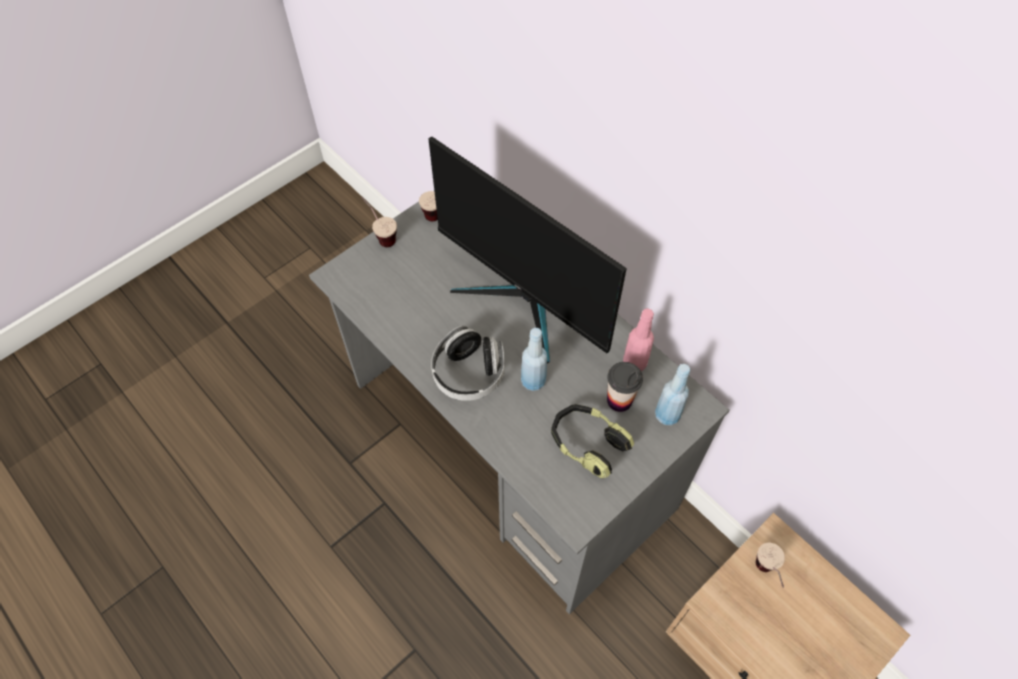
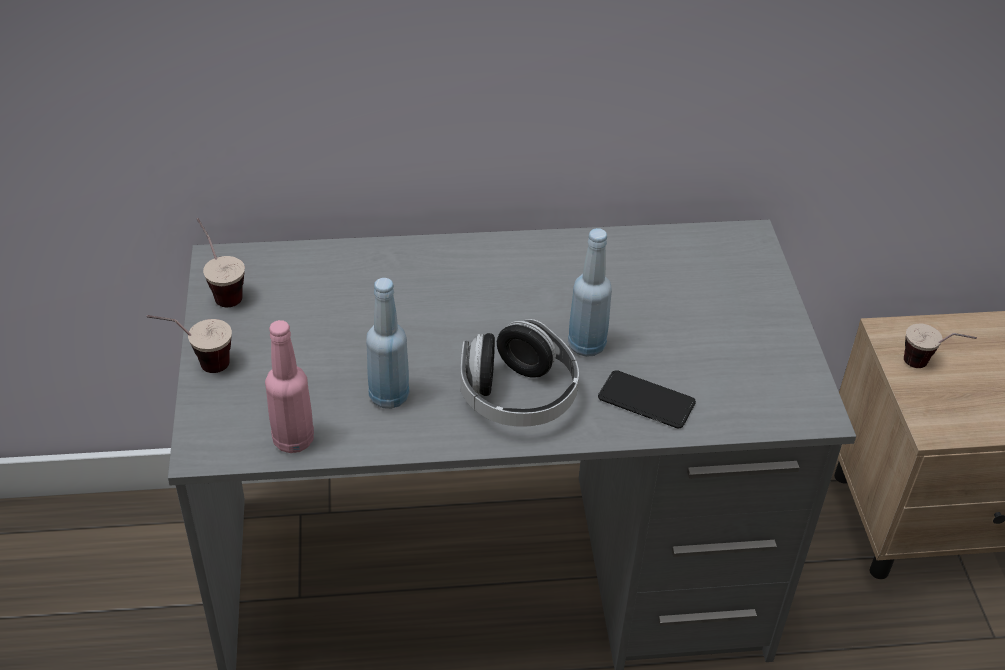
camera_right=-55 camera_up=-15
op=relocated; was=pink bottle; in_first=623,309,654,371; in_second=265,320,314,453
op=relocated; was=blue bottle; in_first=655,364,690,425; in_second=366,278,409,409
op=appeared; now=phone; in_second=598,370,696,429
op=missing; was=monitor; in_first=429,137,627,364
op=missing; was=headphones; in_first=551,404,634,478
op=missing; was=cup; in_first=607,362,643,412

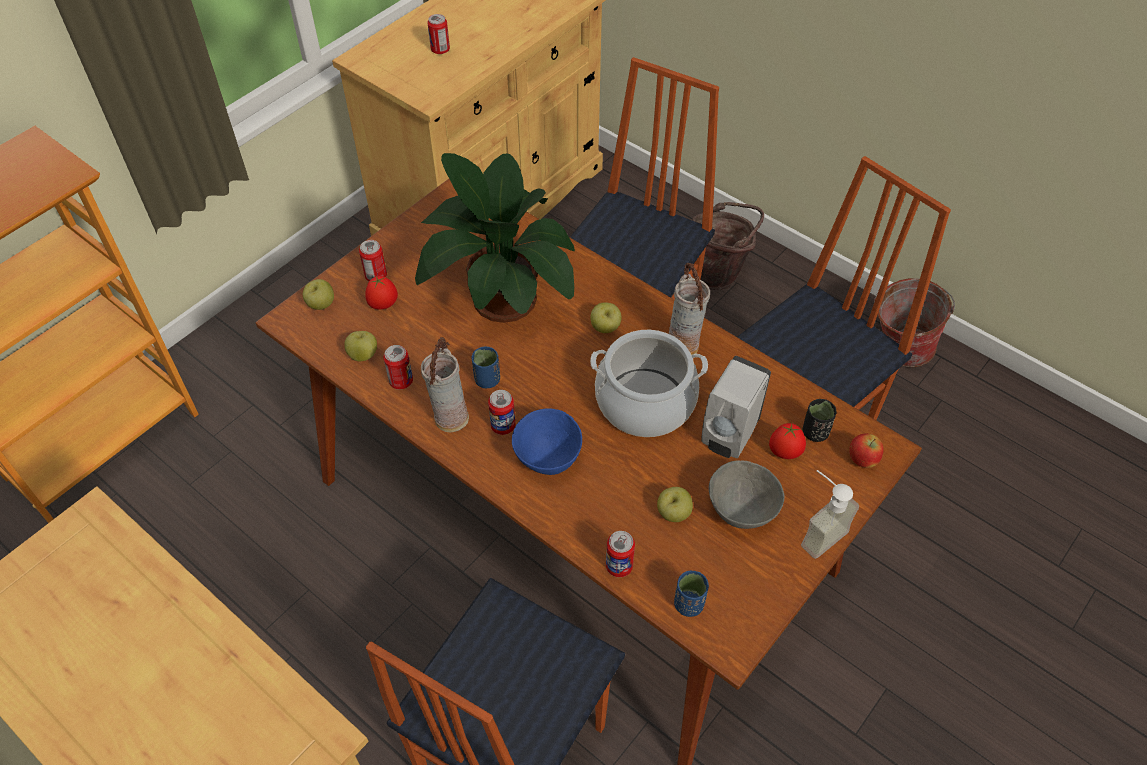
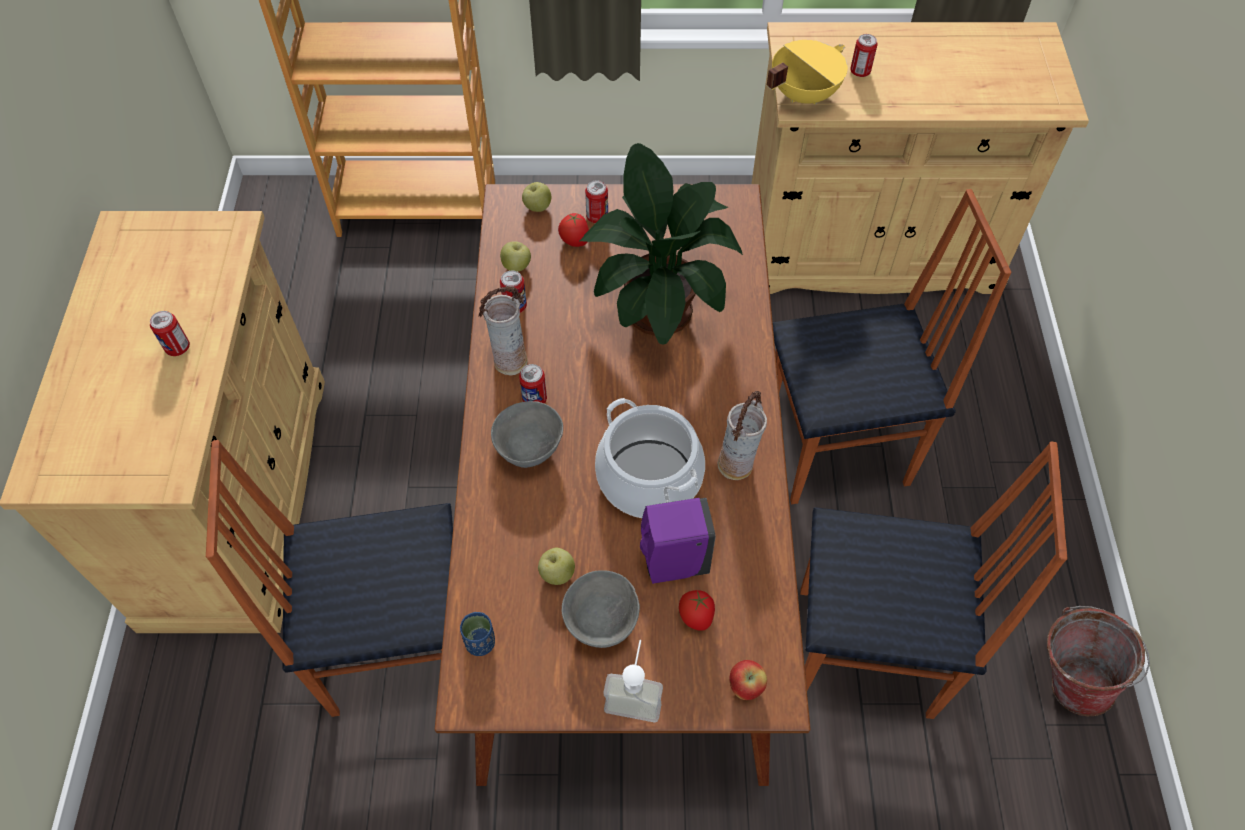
camera_right=50 camera_up=5
op=relocated; was=can; in_first=606,531,635,577; in_second=150,311,190,356
op=colour; was=blue bowl; now=grey bowl; in_first=512,408,582,475; in_second=491,401,563,468
op=colour; was=white soap dispenser; now=purple soap dispenser; in_first=701,356,771,458; in_second=640,498,716,584
op=appeared; now=yellow cooking pot; in_second=767,40,848,105
op=missing; was=blue cup; in_first=472,347,500,388
op=missing; was=apple; in_first=590,302,621,333
op=missing; was=brown bucket; in_first=692,202,764,290
op=missing; was=black cup; in_first=803,399,837,442

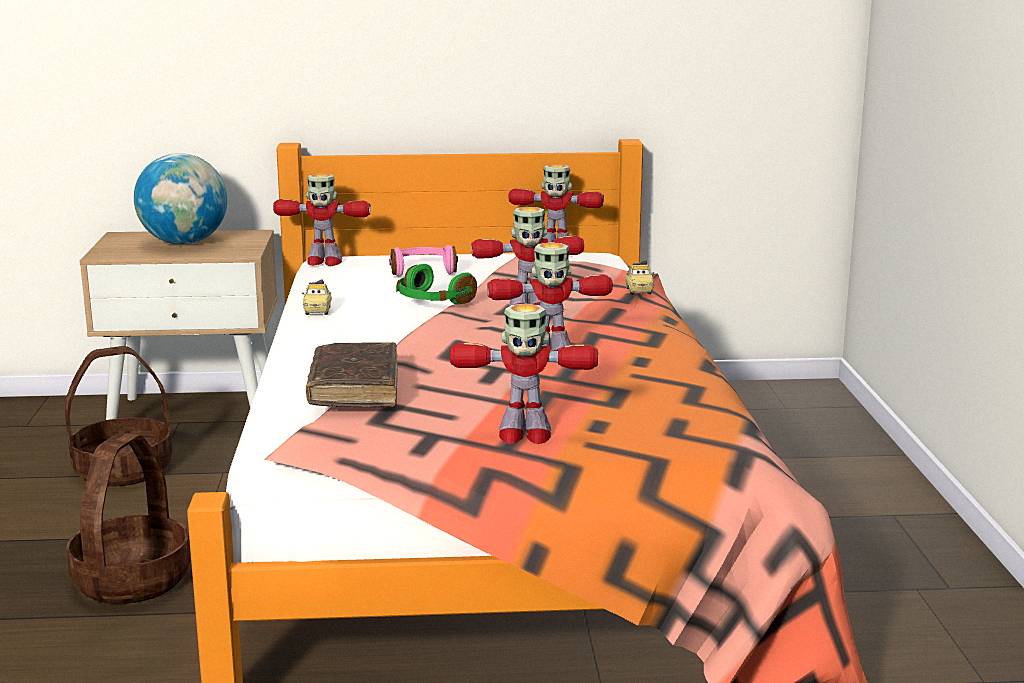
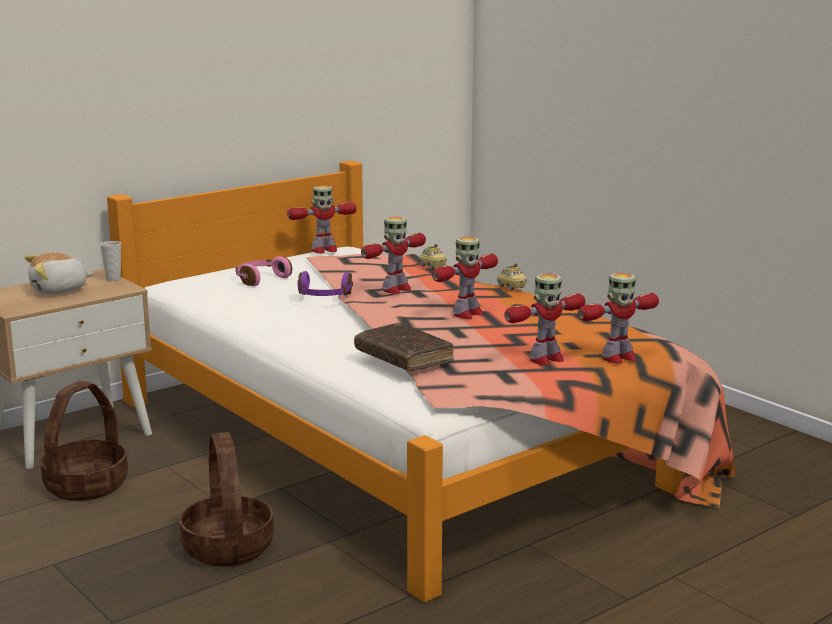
camera_right=-35 camera_up=0
op=exchanged; was=globe; now=plush toy; in_first=134,153,227,245; in_second=25,253,94,294
op=appeared; now=cup; in_second=100,241,121,281
op=colour; was=green headphones; now=purple headphones; in_first=396,264,477,304; in_second=297,271,353,296
op=relocated; was=toy car; in_first=302,279,332,315; in_second=497,264,527,290
op=relocated; was=toy robot; in_first=273,173,371,266; in_second=578,273,659,364

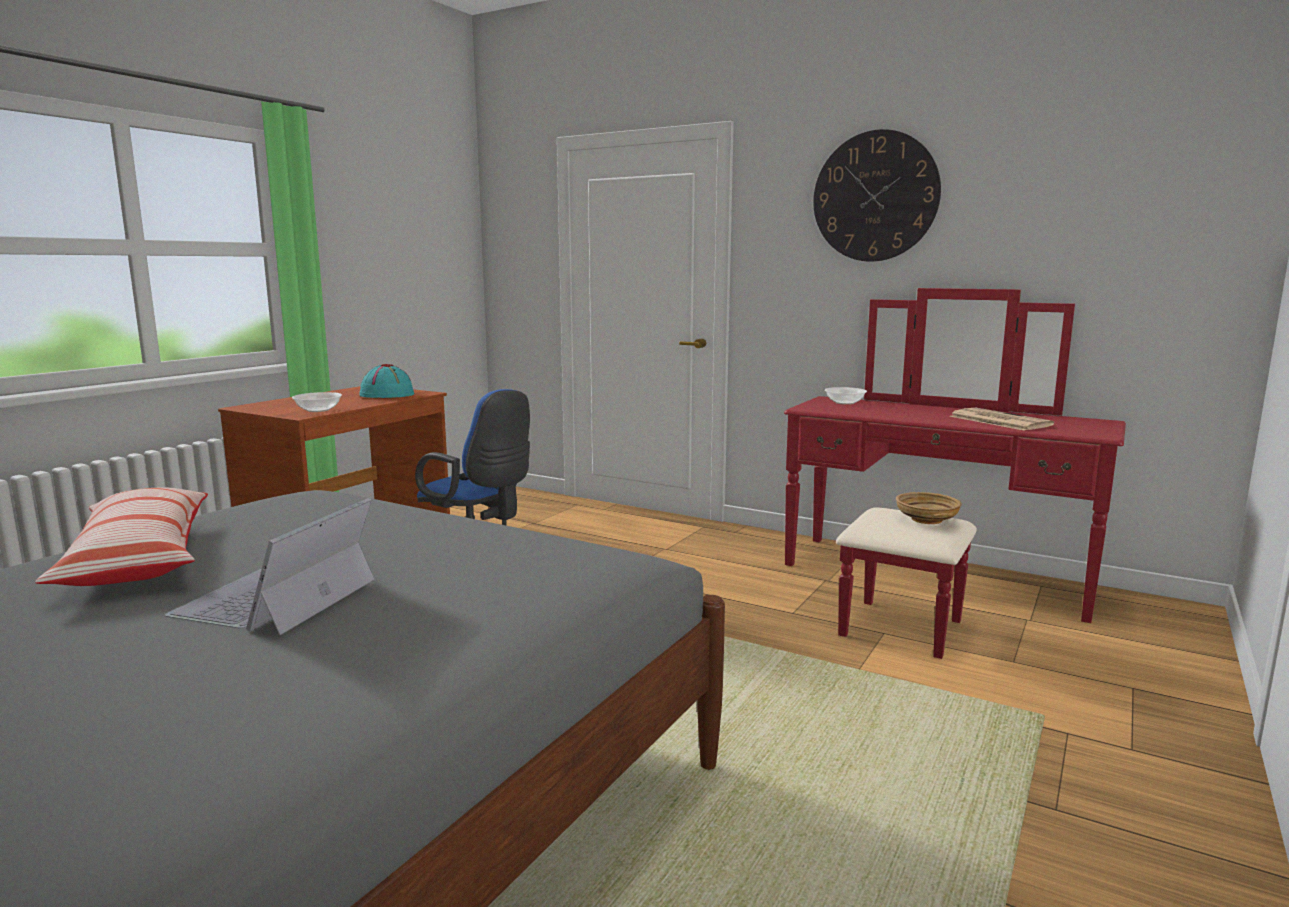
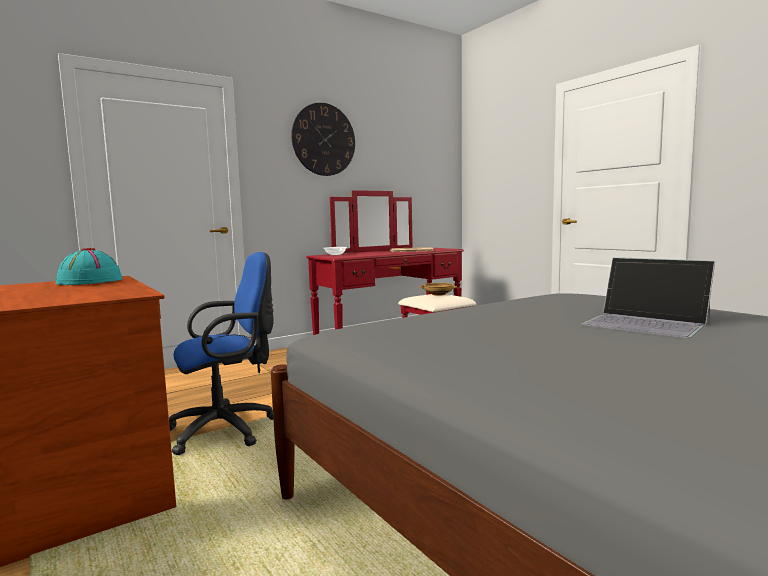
camera_right=-65 camera_up=-5
op=missing; was=pillow; in_first=35,488,208,586
op=missing; was=bowl; in_first=292,392,342,412

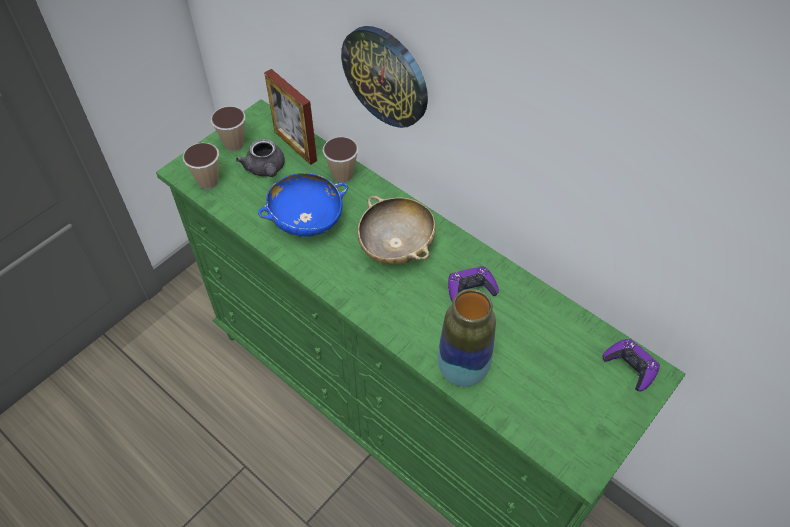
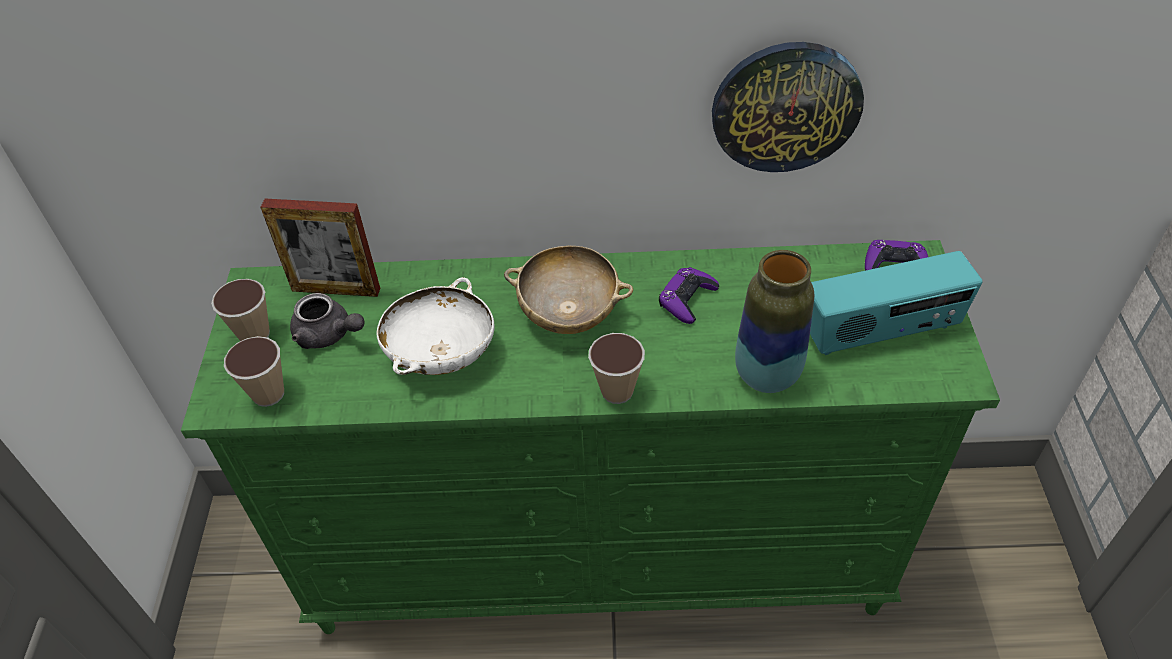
camera_right=-40 camera_up=-5
op=colour; was=blue bowl; now=white bowl; in_first=258,173,348,237; in_second=377,277,495,375
op=relocated; was=cup; in_first=323,137,358,183; in_second=588,333,645,404
op=relocated; was=wall clock; in_first=341,26,428,128; in_second=712,42,864,172
op=appeared; now=radio; in_second=810,251,983,355

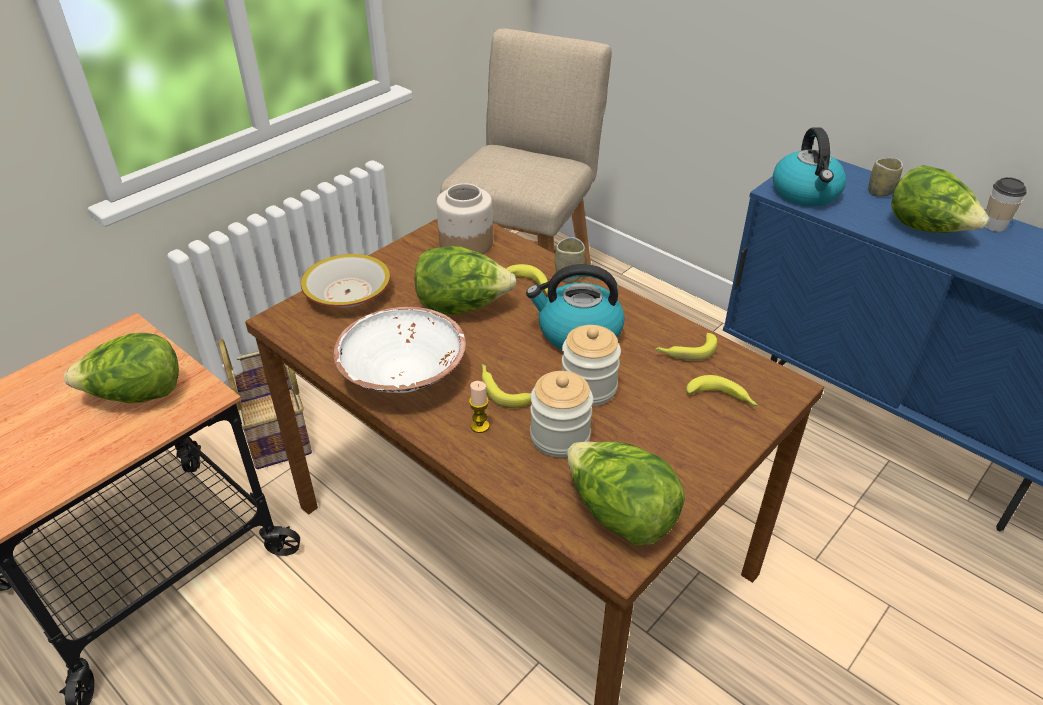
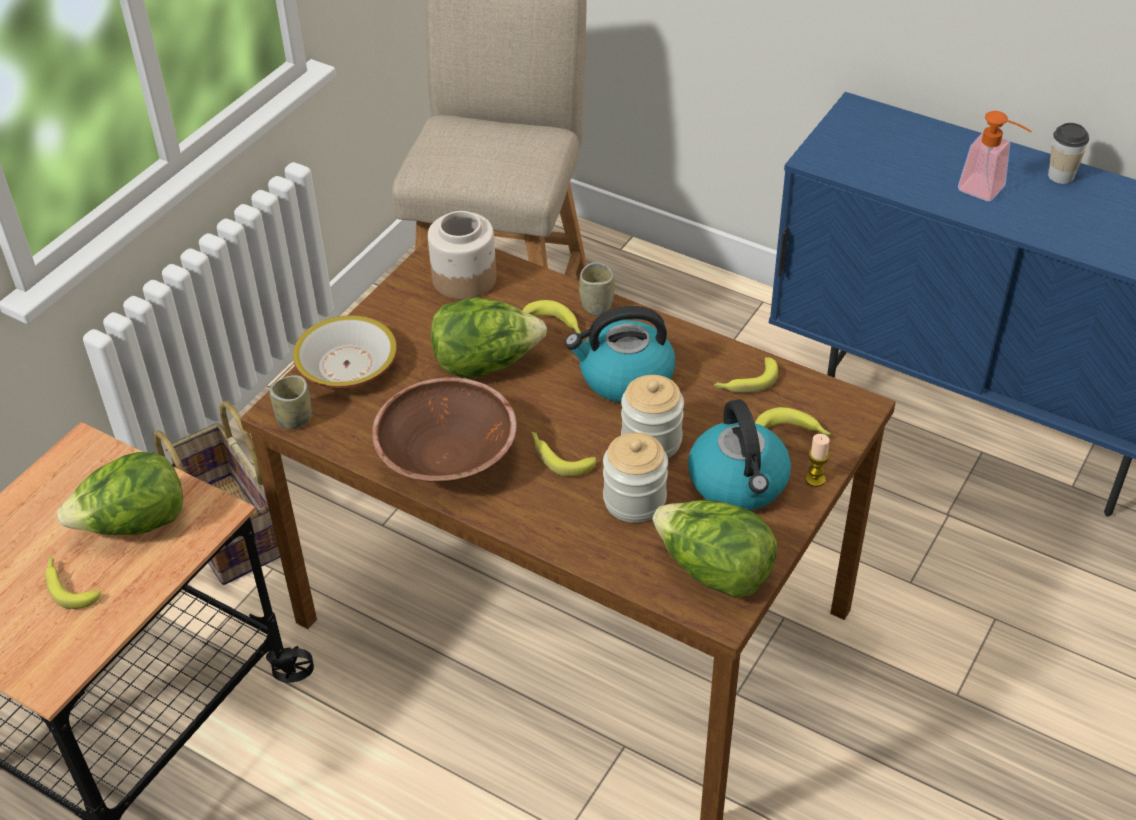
camera_right=-10 camera_up=5
op=appeared; now=banana; in_second=45,556,101,609
op=relocated; was=cup; in_first=868,158,903,197; in_second=270,375,312,430
op=colour; was=white bowl; now=brown bowl; in_first=333,307,466,393; in_second=372,378,517,482
op=relocated; was=kettle; in_first=773,127,847,207; in_second=688,399,791,511
op=relocated; was=candle; in_first=469,381,490,433; in_second=805,434,830,487
op=exchanged; was=lettuce; now=soap dispenser; in_first=891,165,989,233; in_second=958,111,1032,201

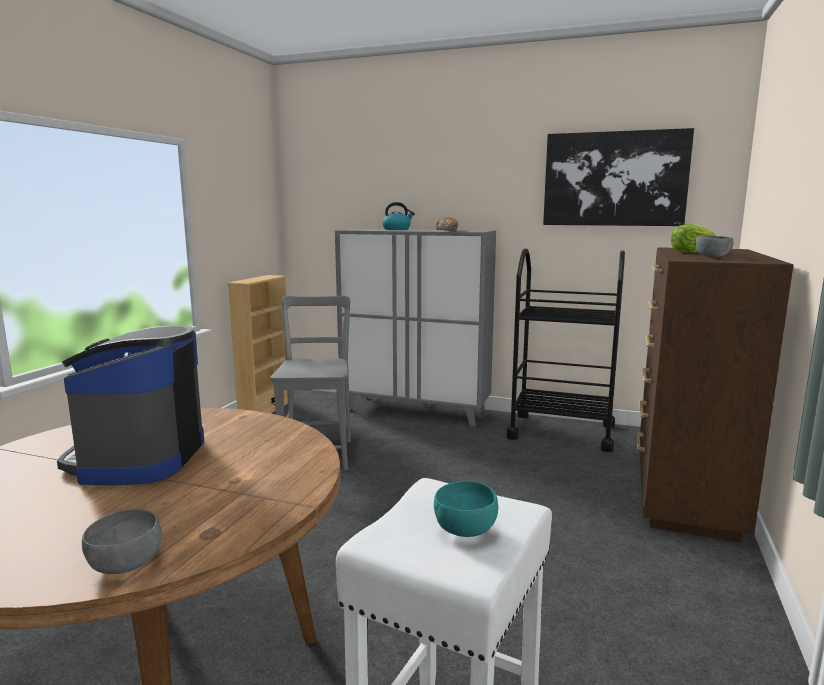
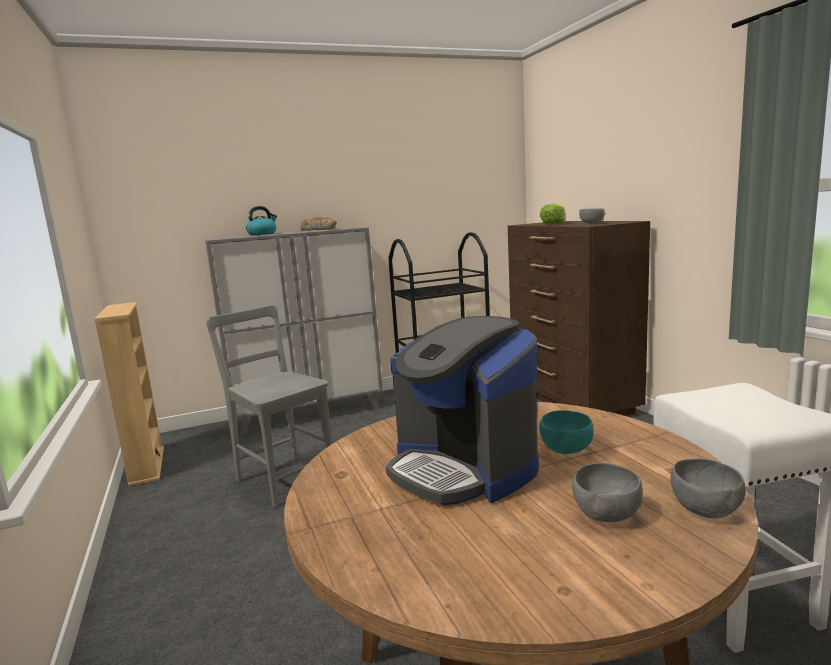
camera_right=-40 camera_up=0
op=relocated; was=turquoise bowl; in_first=434,481,498,537; in_second=539,410,594,454
op=appeared; now=grey bowl; in_second=572,463,643,522
op=missing; was=picture; in_first=543,128,694,226

